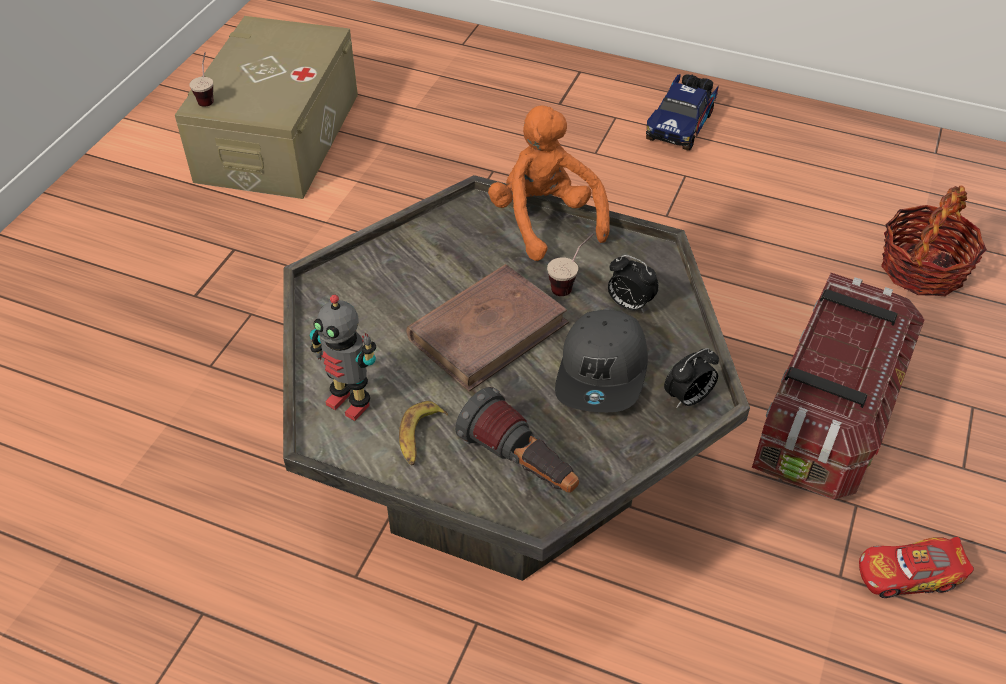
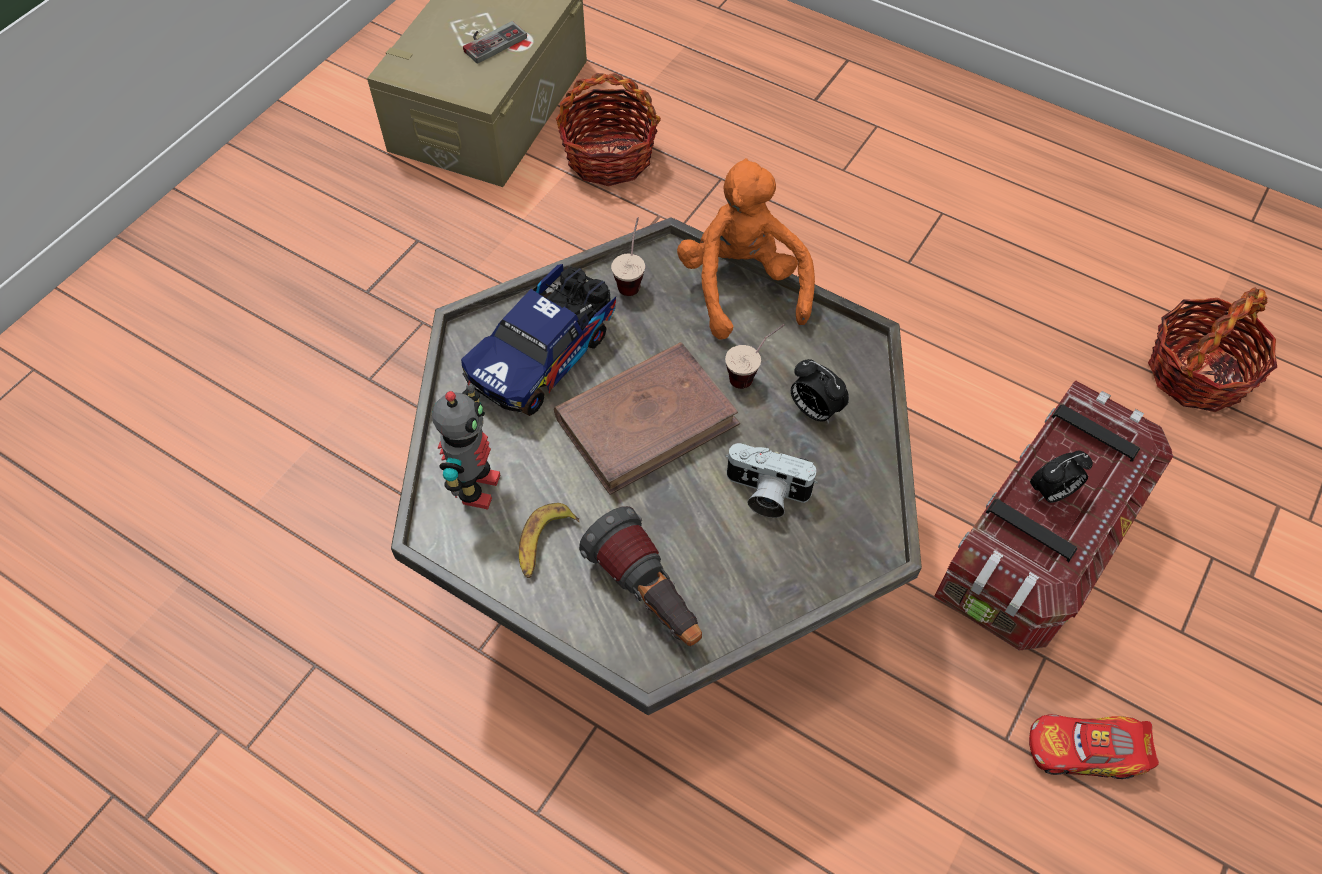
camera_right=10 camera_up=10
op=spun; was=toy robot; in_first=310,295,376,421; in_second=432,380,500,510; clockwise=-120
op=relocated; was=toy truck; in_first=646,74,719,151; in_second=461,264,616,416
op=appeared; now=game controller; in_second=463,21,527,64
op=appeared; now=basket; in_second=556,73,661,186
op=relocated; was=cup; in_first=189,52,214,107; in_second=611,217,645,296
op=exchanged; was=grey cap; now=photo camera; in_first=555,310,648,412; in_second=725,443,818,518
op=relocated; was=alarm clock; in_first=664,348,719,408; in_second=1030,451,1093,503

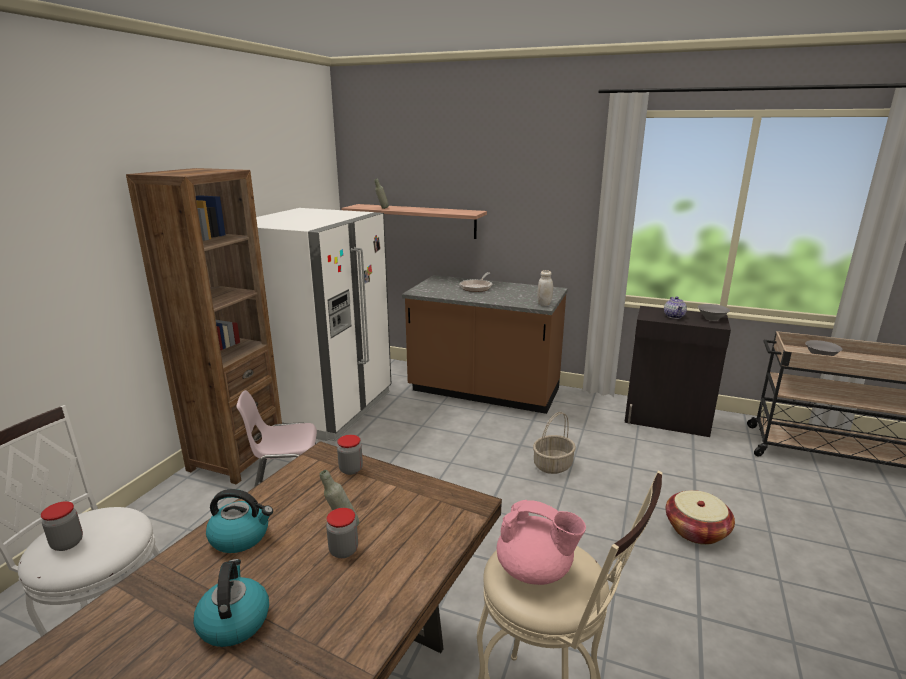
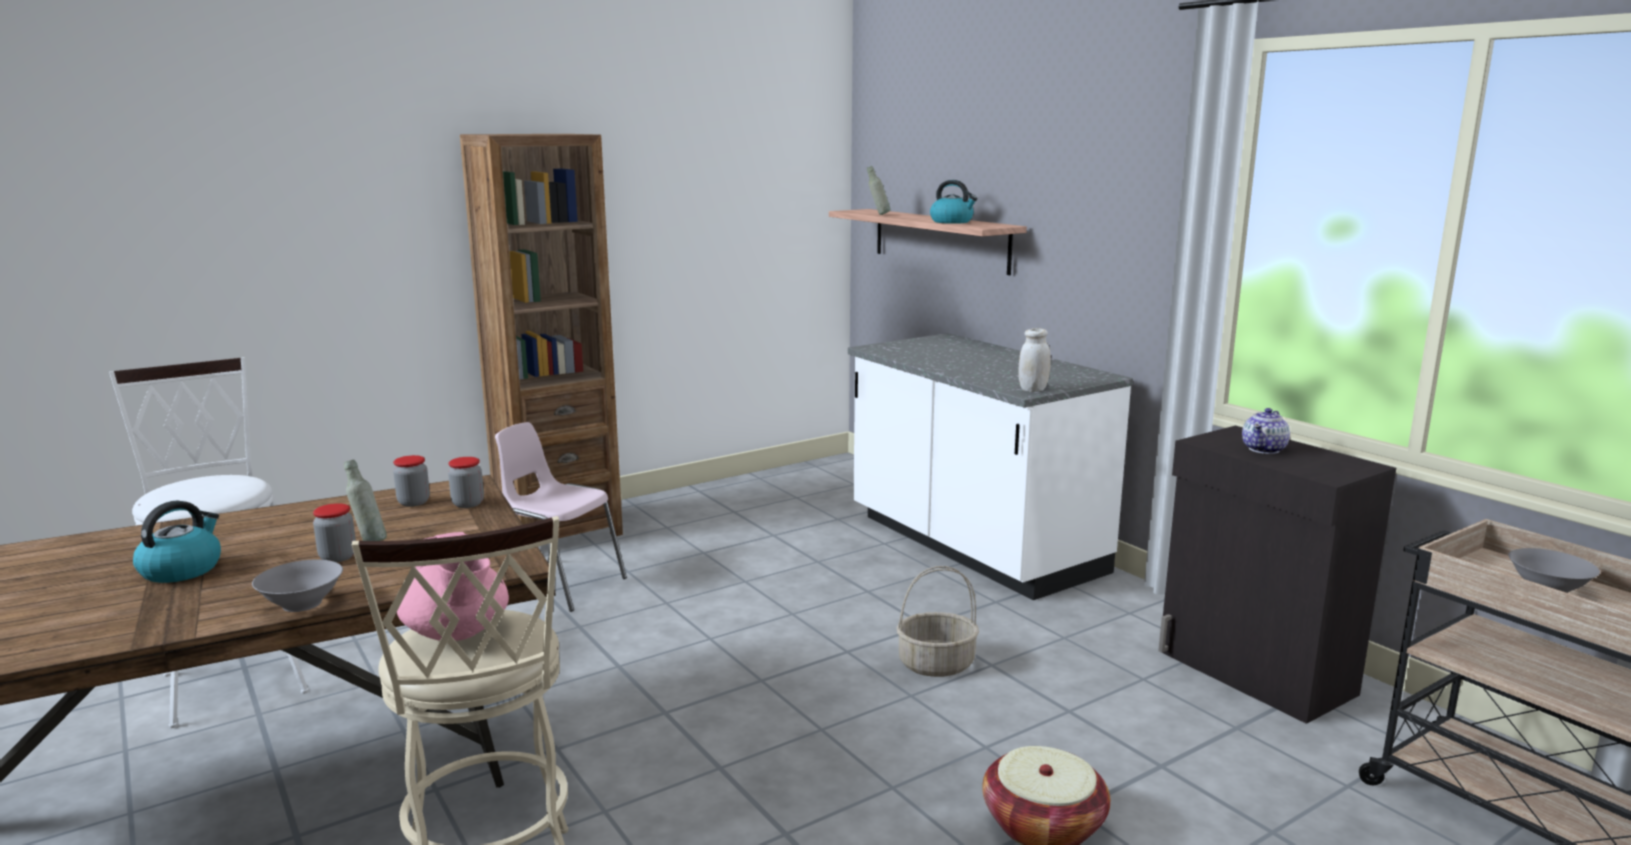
camera_right=35 camera_up=-5
op=relocated; was=grey bowl; in_first=698,304,730,321; in_second=252,560,343,612
op=relocated; was=jar; in_first=41,501,83,551; in_second=393,455,430,507
op=colour; was=brown counter; now=white counter; in_first=402,275,568,414; in_second=848,333,1133,600
op=relocated; was=kettle; in_first=206,489,273,553; in_second=930,180,978,224
op=missing; was=white fridge; in_first=256,208,391,441
op=missing; was=frying pan; in_first=459,272,493,292

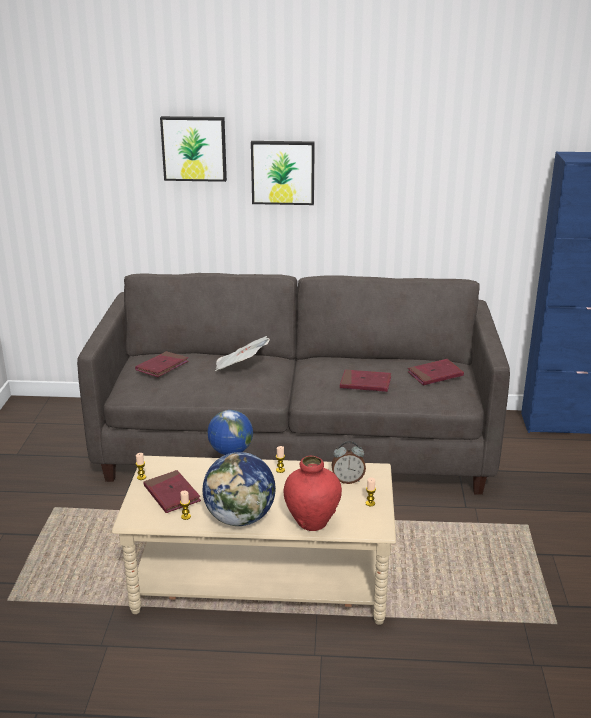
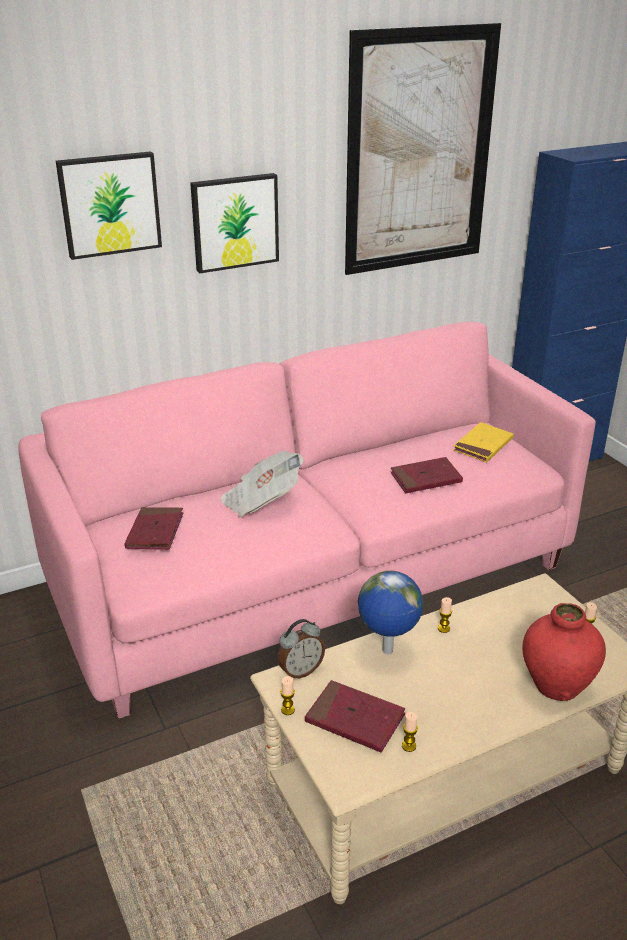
camera_right=-30 camera_up=5
op=colour; was=grey sofa; now=pink sofa; in_first=77,273,510,495; in_second=18,322,596,719
op=relocated; was=alarm clock; in_first=331,441,366,484; in_second=277,619,325,678
op=appeared; now=picture; in_second=345,23,501,275
op=colour; was=red book; now=yellow book; in_first=408,359,464,385; in_second=453,422,514,462
op=missing; was=globe; in_first=203,452,276,526

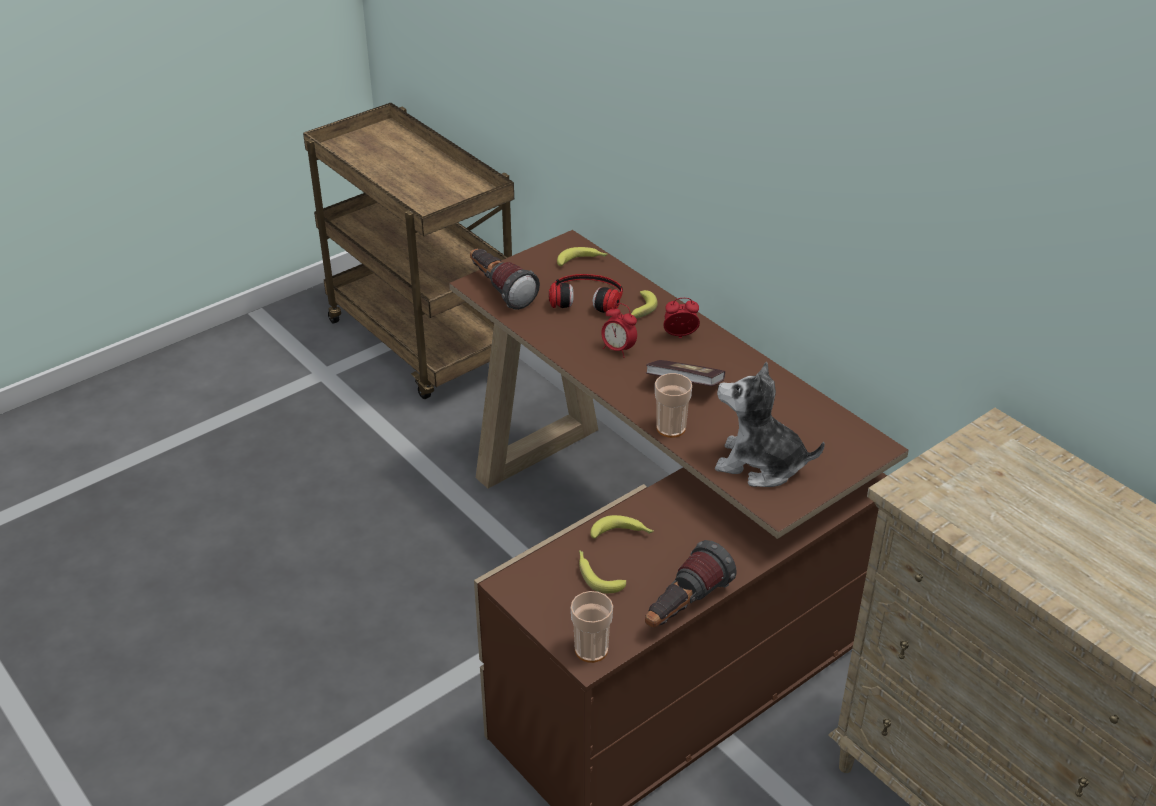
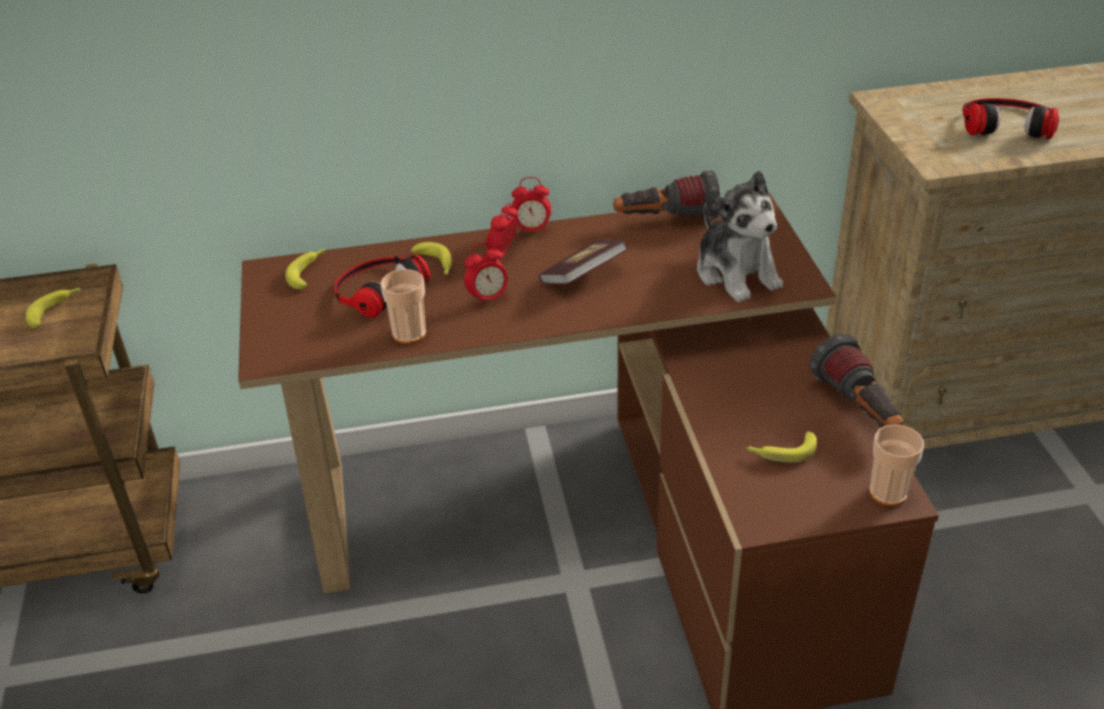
camera_right=-60 camera_up=0
op=relocated; was=banana; in_first=590,515,654,539; in_second=26,287,81,328
op=relocated; was=cup; in_first=655,373,692,438; in_second=381,269,426,344
op=appeared; now=alarm clock; in_second=512,177,551,236
op=relocated; was=flashlight; in_first=470,249,540,310; in_second=613,171,721,219
op=spun; was=plush toy; in_first=715,362,825,487; in_second=697,171,784,302; clockwise=-75
op=appeared; now=headphones; in_second=962,98,1059,139

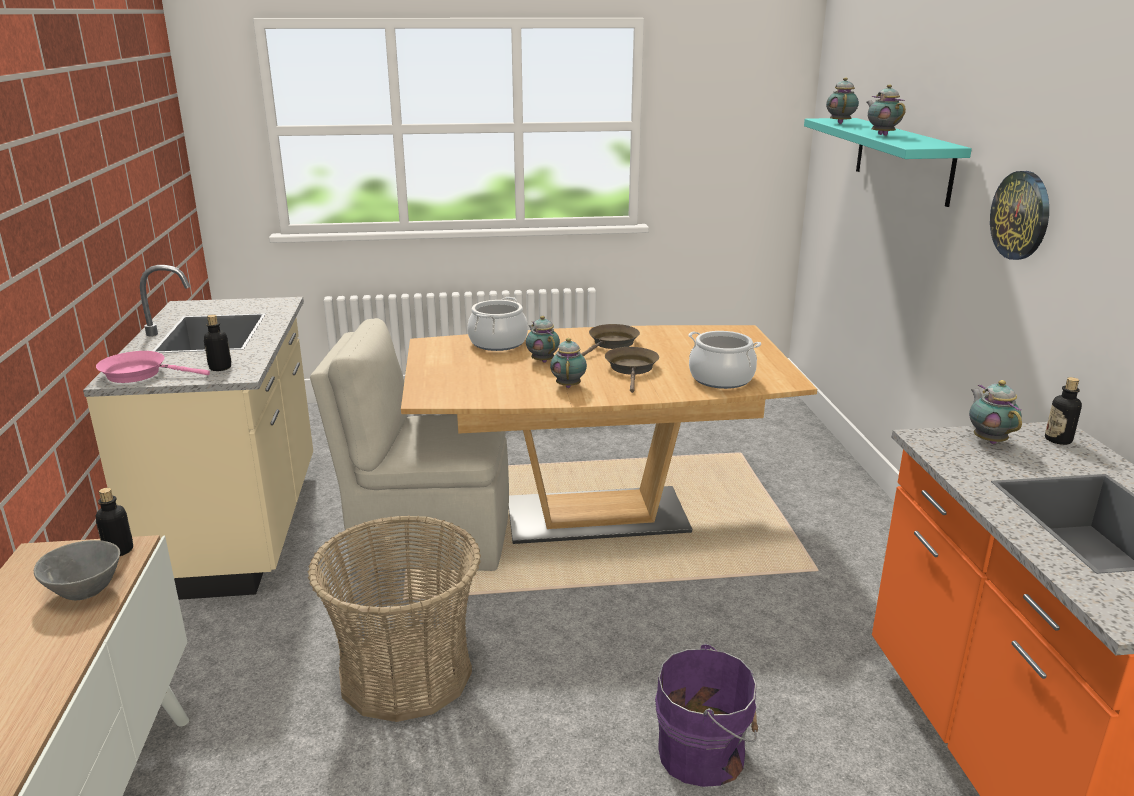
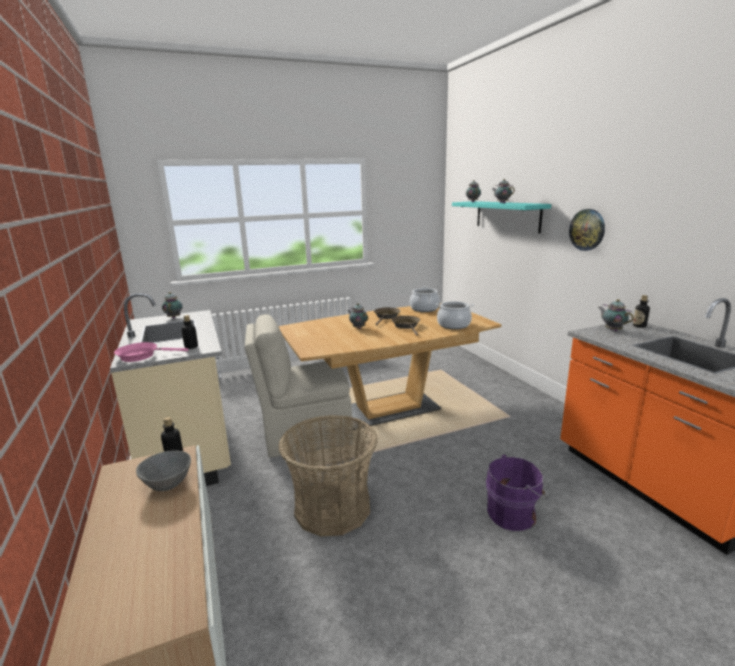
camera_right=-15 camera_up=-5
op=relocated; was=teapot; in_first=550,338,587,388; in_second=162,292,182,319
op=relocated; was=cooking pot; in_first=468,297,528,351; in_second=410,287,440,312

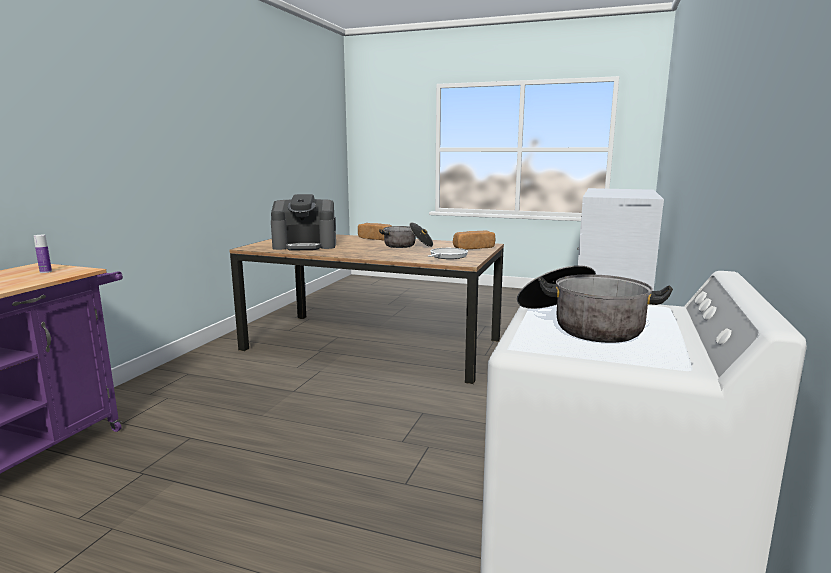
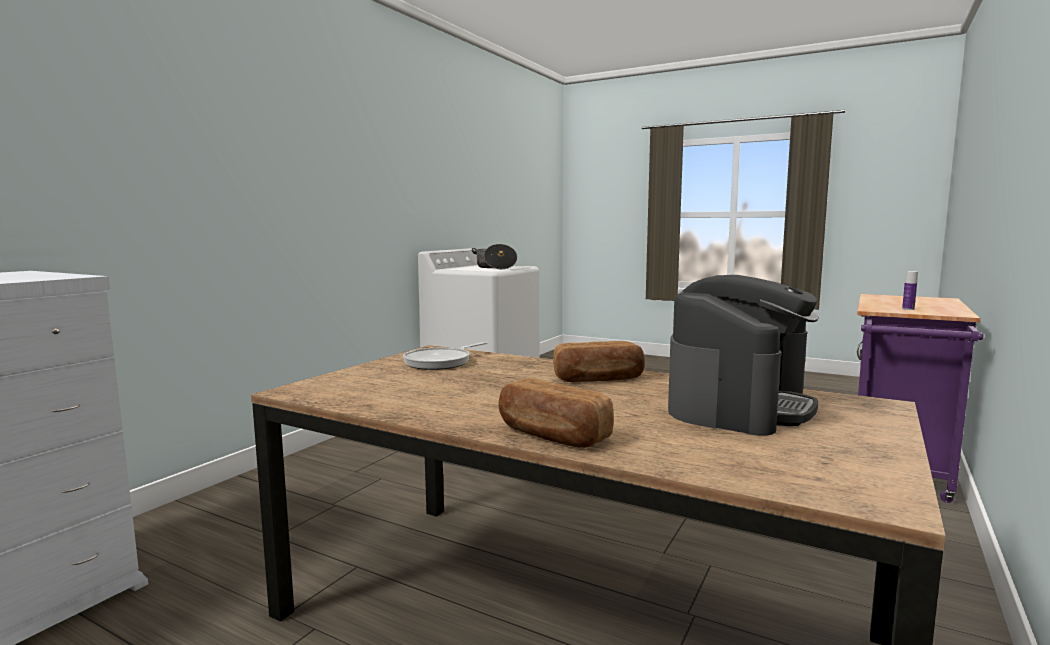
camera_right=-170 camera_up=-5
op=relocated; was=bread; in_first=453,231,495,249; in_second=553,341,645,382
op=spun; was=coffee machine; in_first=271,194,336,250; in_second=668,275,819,436; clockwise=120
op=missing; was=cooking pot; in_first=379,222,433,248

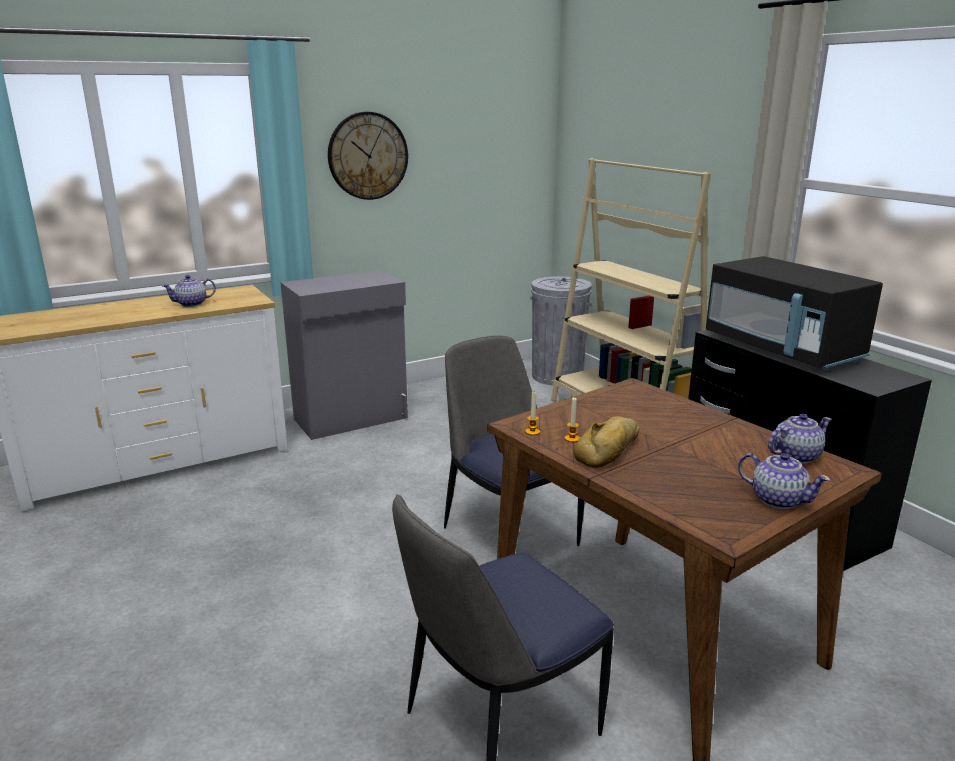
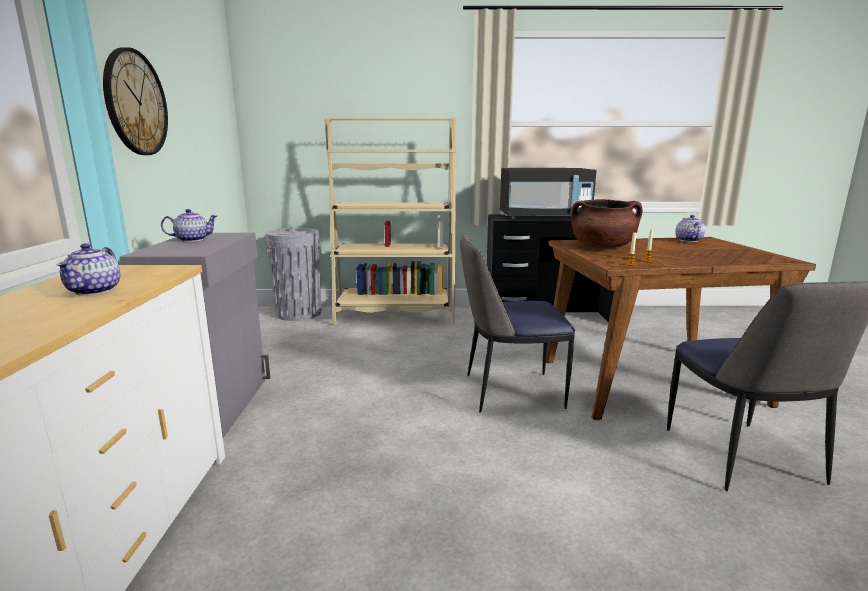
camera_right=-60 camera_up=-5
op=relocated; was=teapot; in_first=738,453,831,509; in_second=161,209,218,242
op=appeared; now=brown cooking pot; in_second=571,199,643,248
op=missing; was=bread; in_first=574,416,639,468

